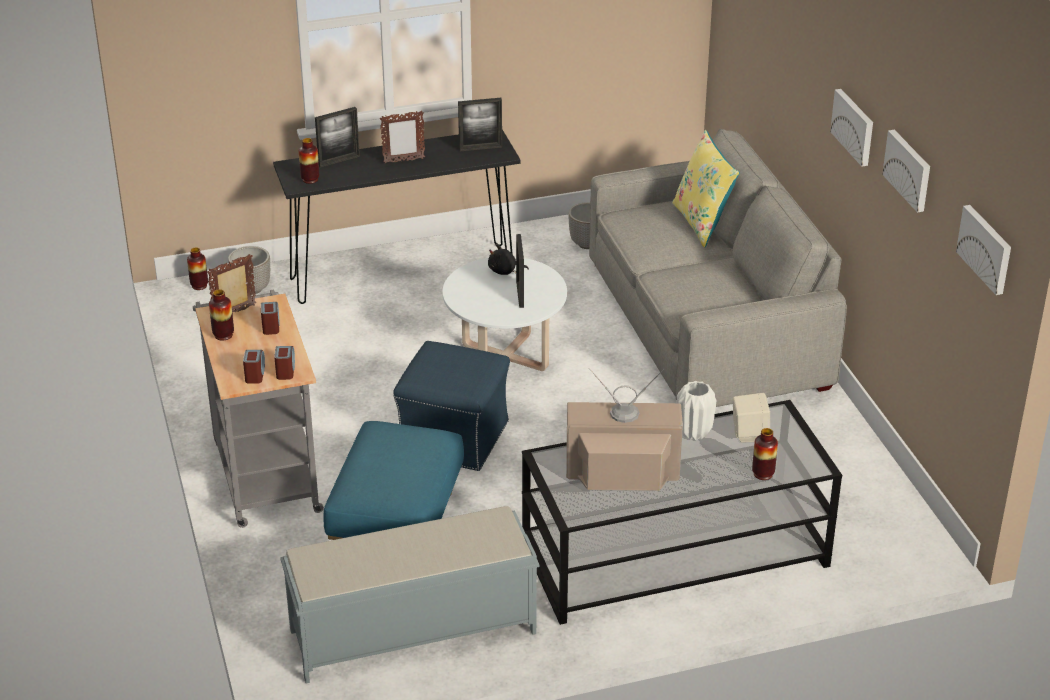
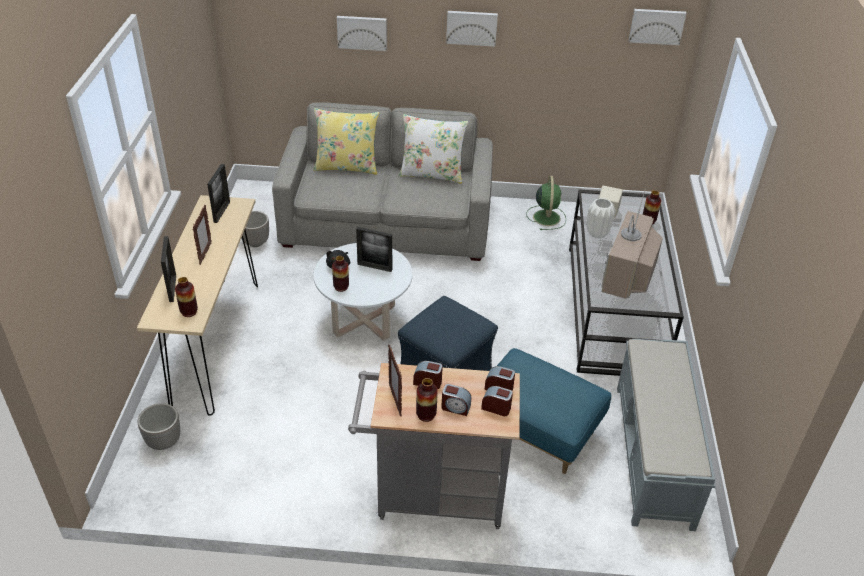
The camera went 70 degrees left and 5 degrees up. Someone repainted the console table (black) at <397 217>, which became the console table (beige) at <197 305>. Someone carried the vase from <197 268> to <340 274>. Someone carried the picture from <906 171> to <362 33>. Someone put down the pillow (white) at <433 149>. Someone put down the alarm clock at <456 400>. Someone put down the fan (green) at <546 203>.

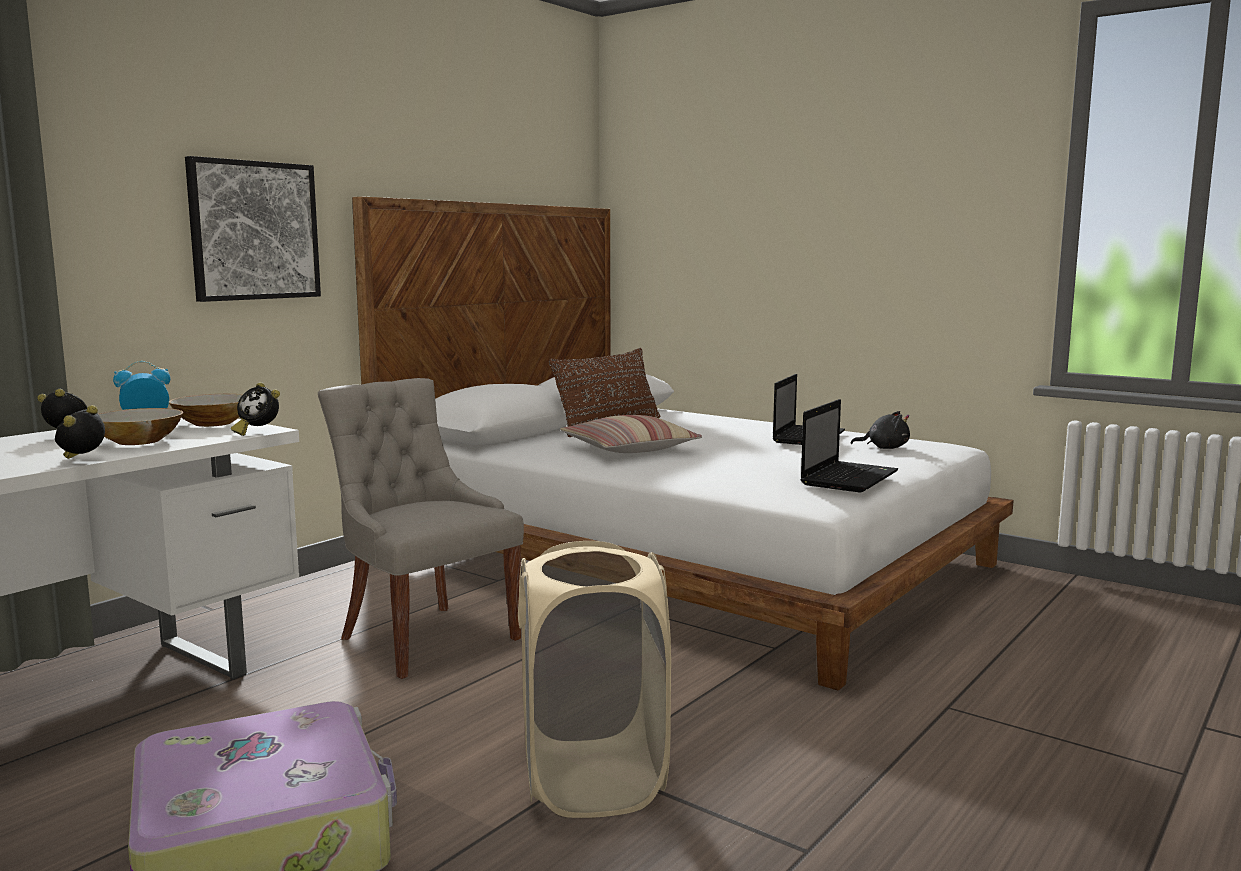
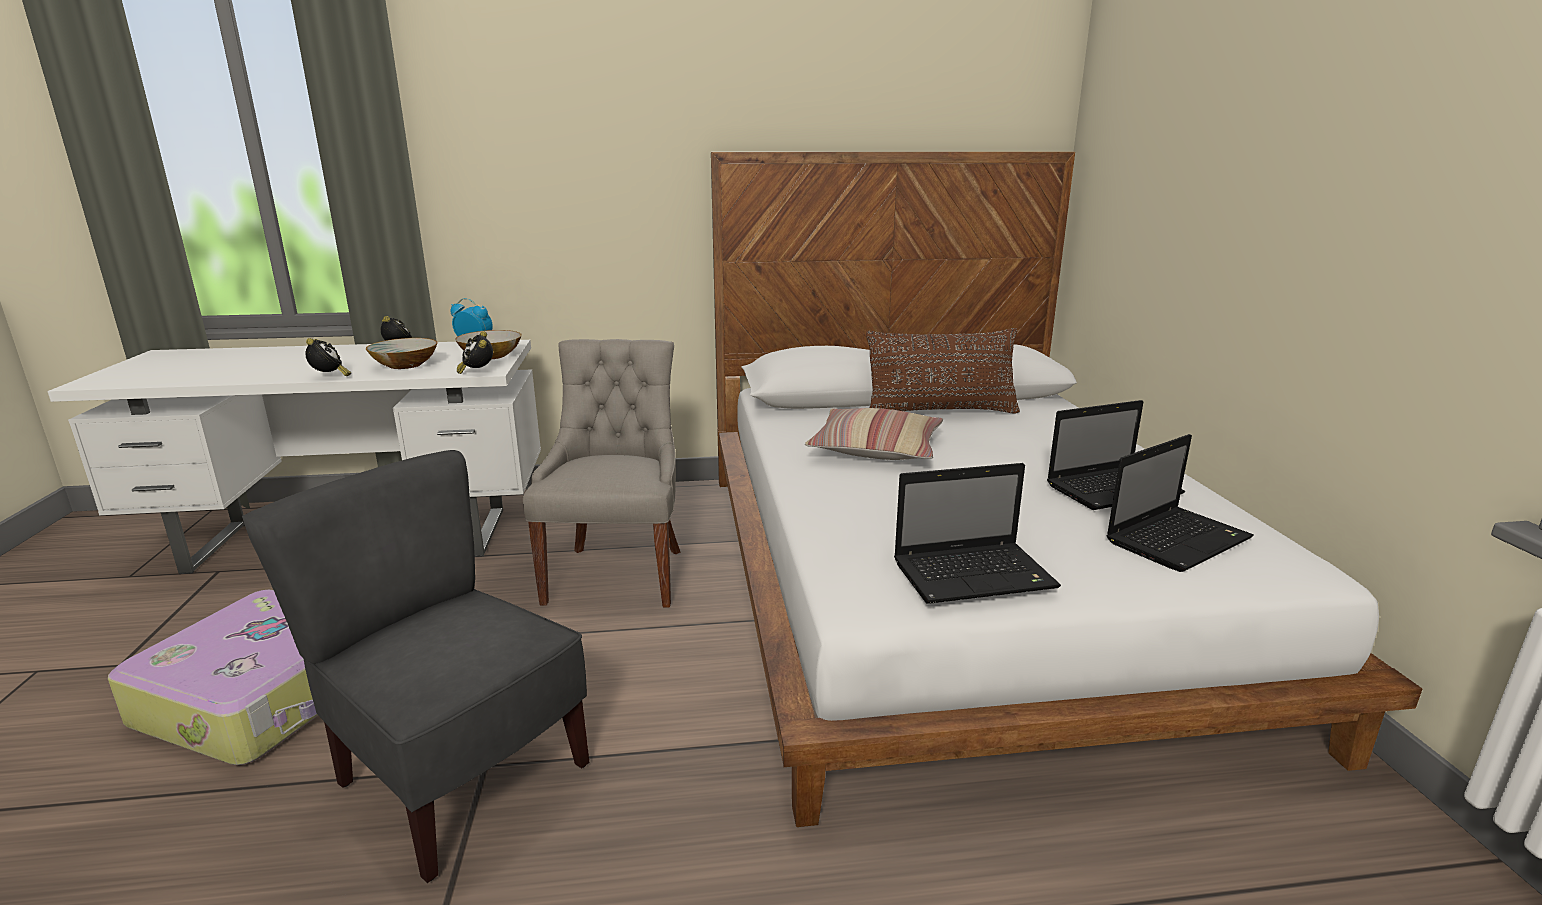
The camera went 45 degrees right and 10 degrees up. Someone swapped the laundry basket (beige) at <594 679> for the chair (grey) at <415 666>. Someone rotated the alarm clock at <80 432> by 90 degrees clockwise. Someone swapped the plush toy (black) at <880 430> for the laptop at <1180 503>. Someone took away the picture at <253 229>.

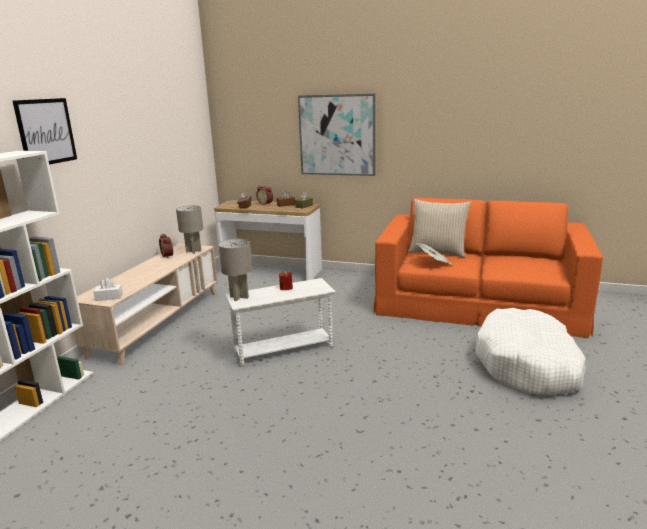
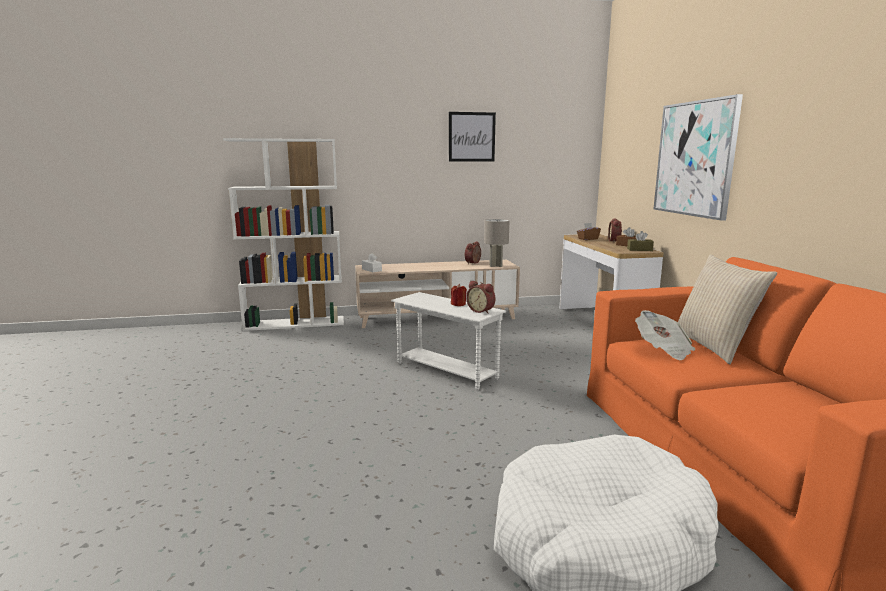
The camera went 60 degrees right and 5 degrees down. Someone carried the picture from <45 131> to <472 136>. Someone put down the alarm clock at <481 297>. Someone took away the table lamp (grey) at <235 270>.

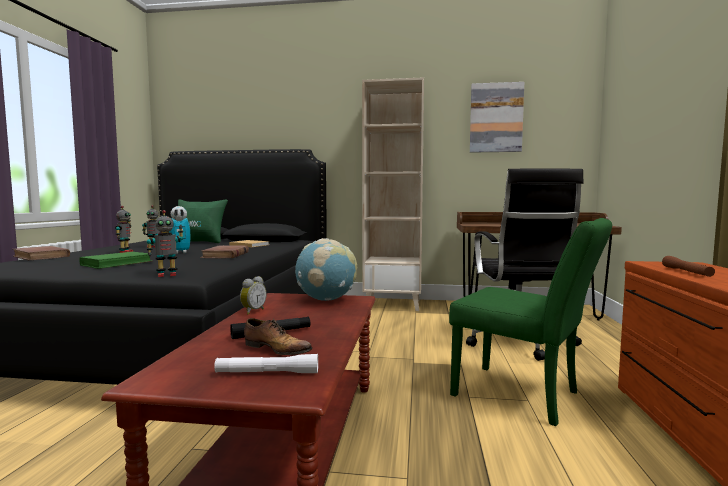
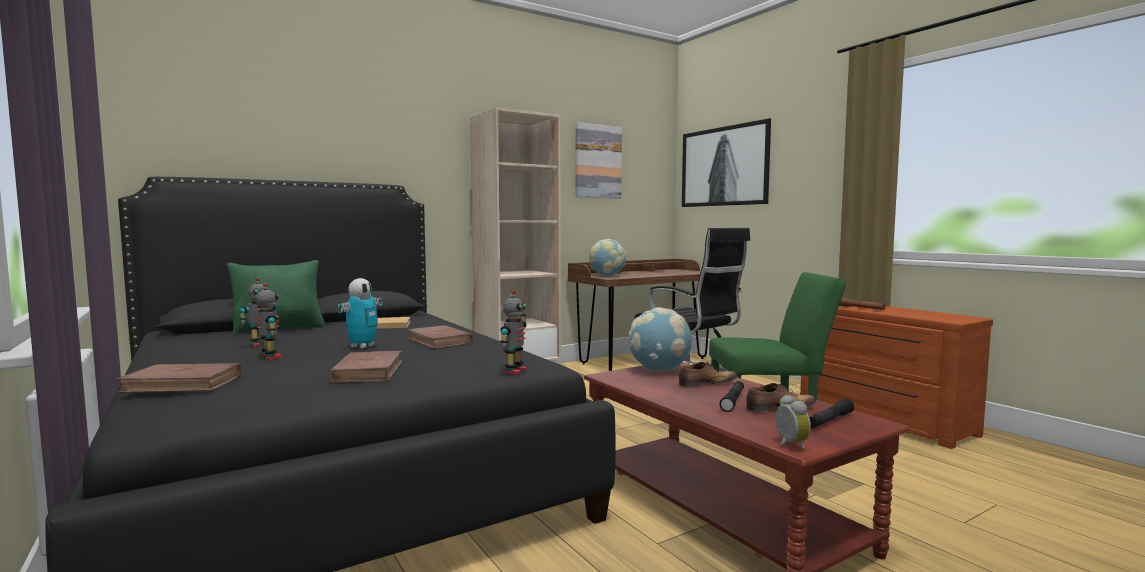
The camera went 40 degrees left and 0 degrees up. Someone repainted the book (green) at <116 260>, which became the book (brown) at <365 367>. Someone put down the globe at <607 257>. Someone put down the shoe at <708 374>. Someone put up the picture at <726 162>. Someone carried the alarm clock from <253 295> to <793 423>. Someone repainted the flashlight (white) at <266 363>, which became the flashlight (black) at <832 413>.

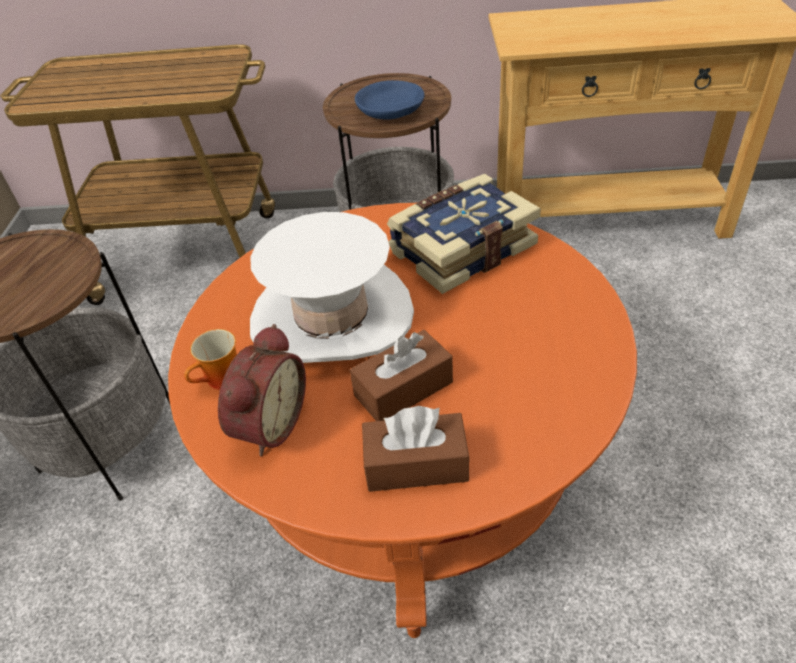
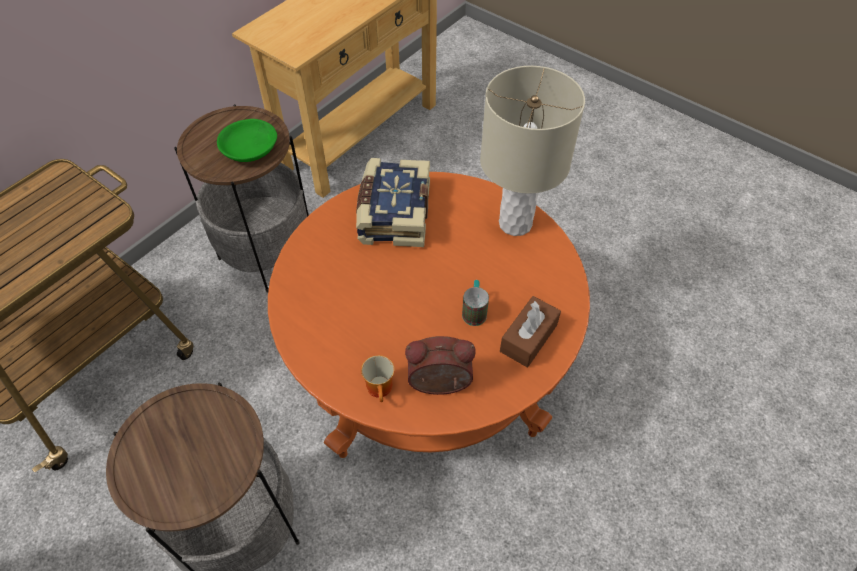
The camera went 55 degrees left and 10 degrees up. Someone repainted the bowl (blue) at <390 100>, which became the bowl (green) at <247 140>. Someone rotated the alarm clock at <262 390> by 60 degrees counterclockwise. Someone swapped the tissue box (brown) at <401 375> for the mug at <475 303>. Someone put down the table lamp (beige) at <532 151>. Someone took away the hat (white) at <332 287>.

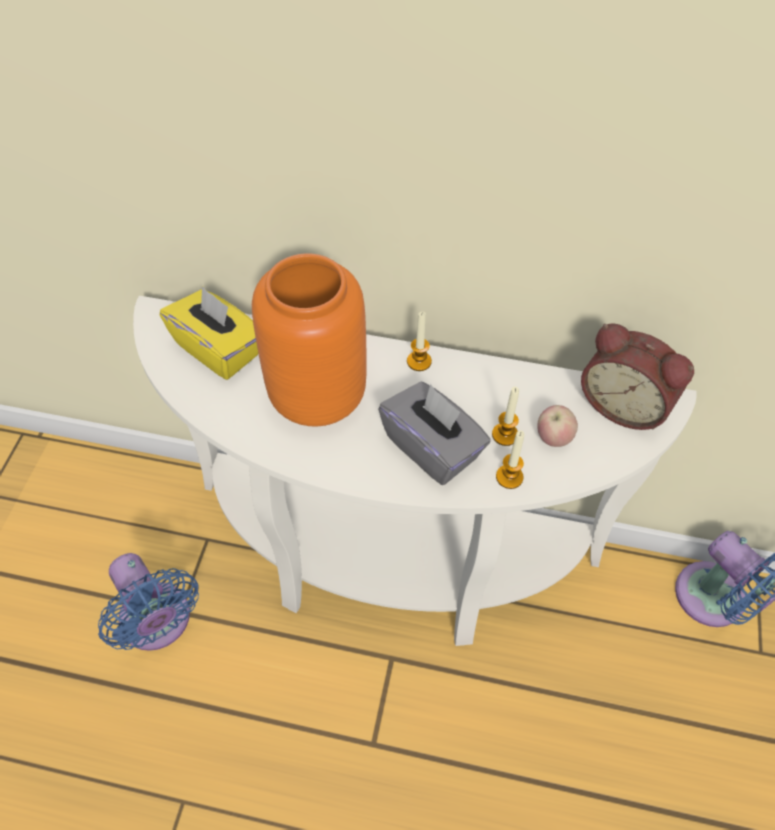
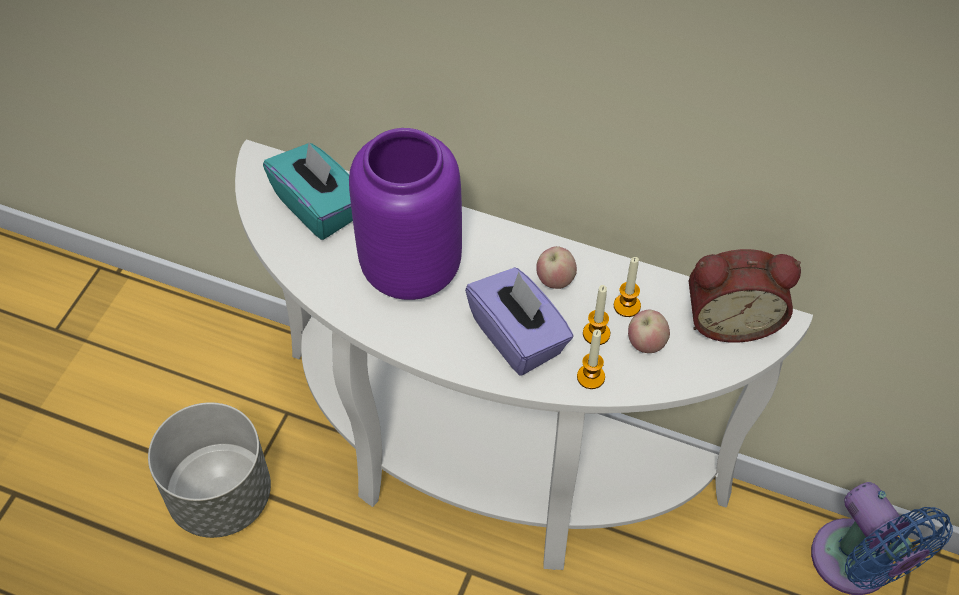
The camera went 10 degrees right and 0 degrees up. Someone swapped the fan (blue) at <148 602> for the planter (grey) at <209 470>. Someone repainted the tissue box (yellow) at <209 333>, which became the tissue box (turquoise) at <308 191>. Someone repainted the vase (orange) at <309 340>, which became the vase (purple) at <405 214>. Someone repainted the tissue box (grey) at <434 433>, which became the tissue box (purple) at <519 321>. Someone put down the apple at <556 267>. Someone carried the candle from <419 341> to <627 287>. Someone rotated the alarm clock at <637 376> by 45 degrees counterclockwise.

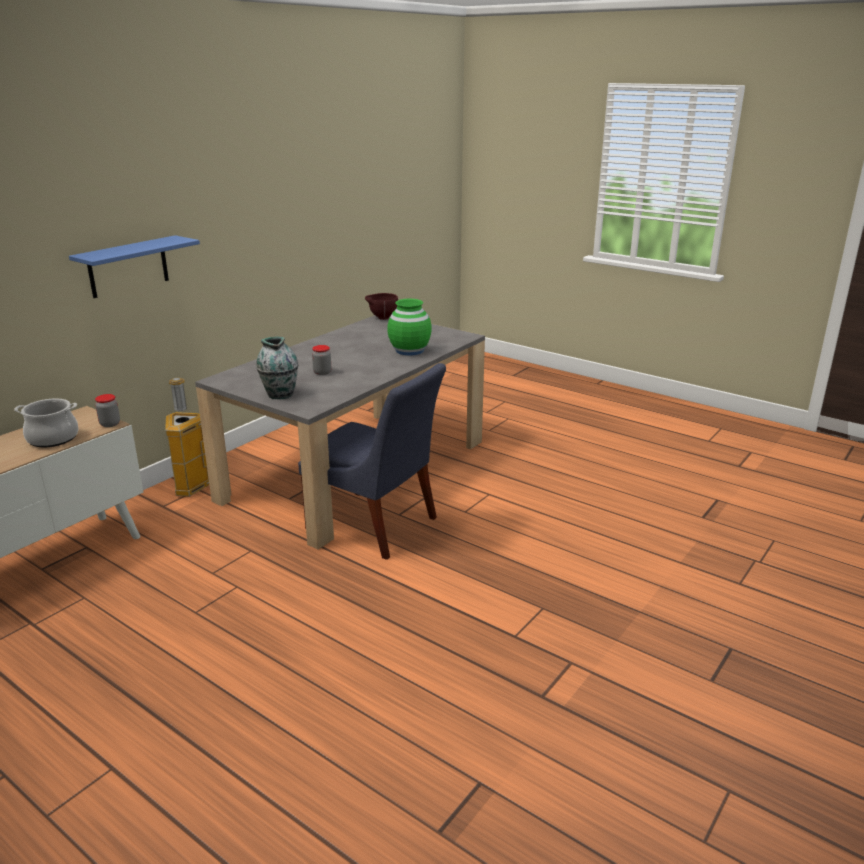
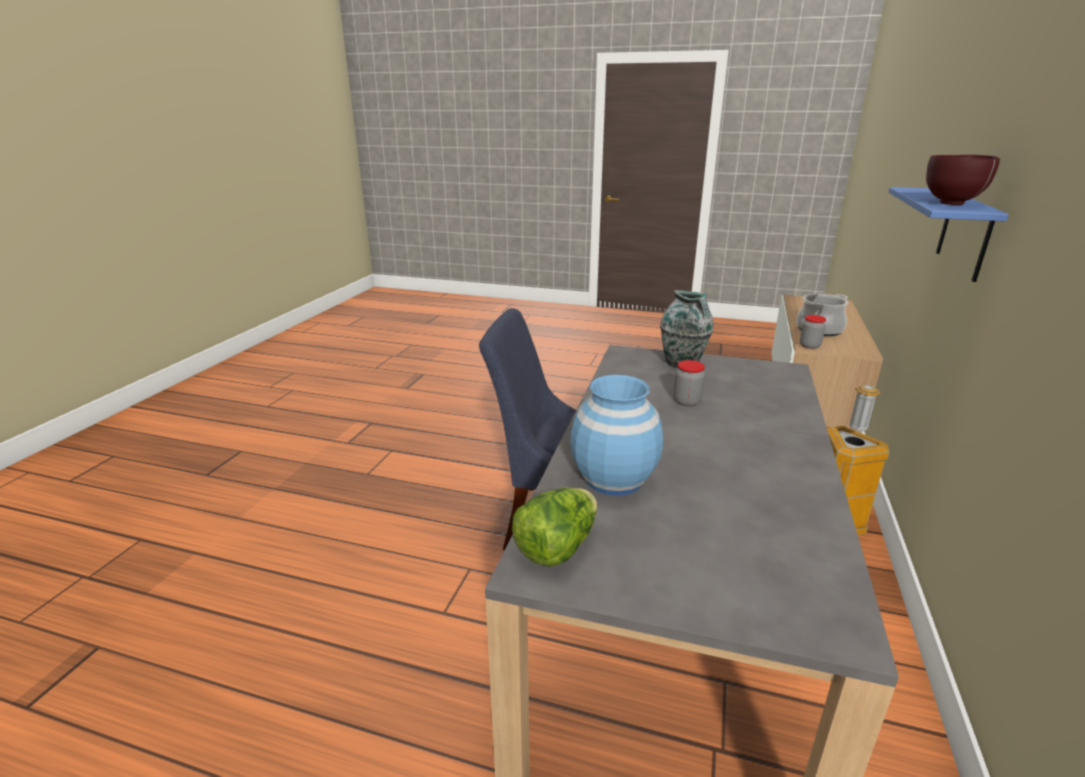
The camera went 160 degrees right and 0 degrees up. Someone put down the lettuce at <554 527>. Someone repainted the vase (green) at <409 327>, which became the vase (blue) at <616 435>. Someone carried the bowl (brown) from <381 306> to <963 180>.

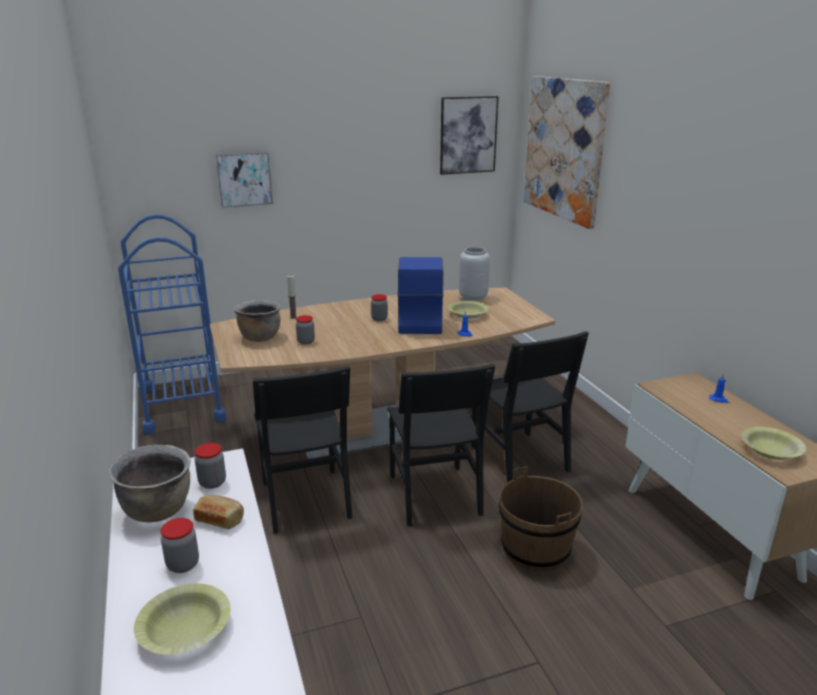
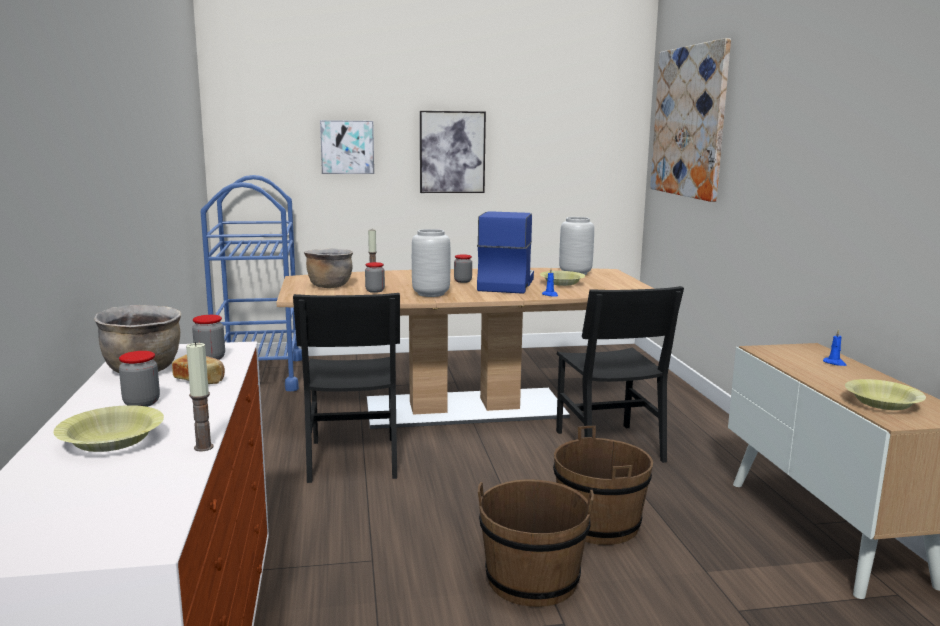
The camera went 10 degrees right and 10 degrees down. Someone put down the candle at <199 396>. Someone put down the vase (grey) at <431 263>. Someone carried the picture from <469 135> to <453 152>. Someone put down the bucket (brown) at <536 543>. Someone took away the chair (black) at <441 445>.

